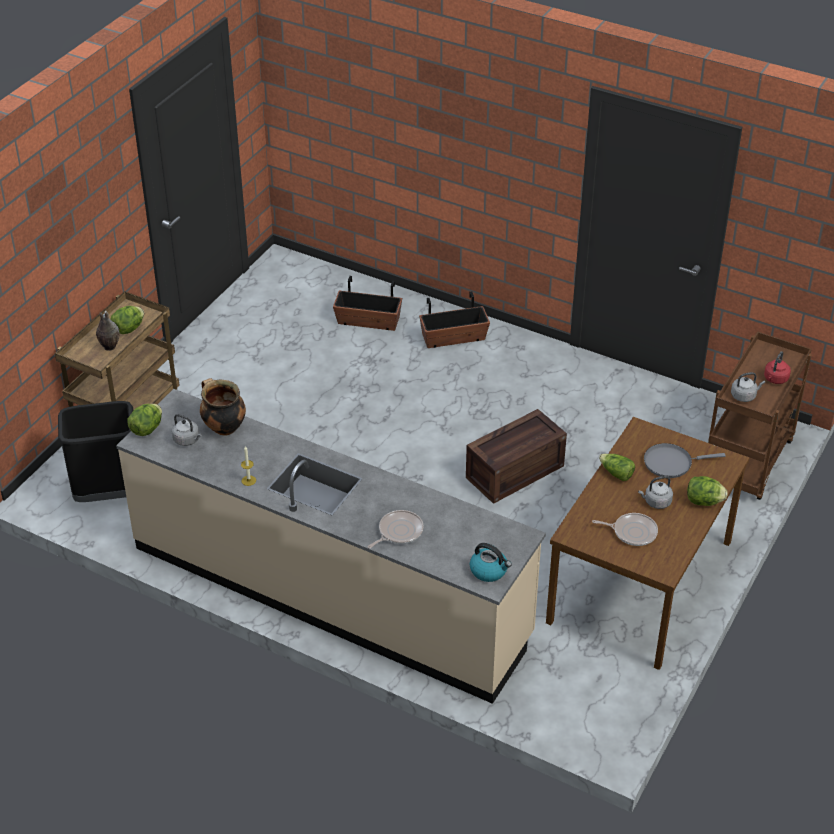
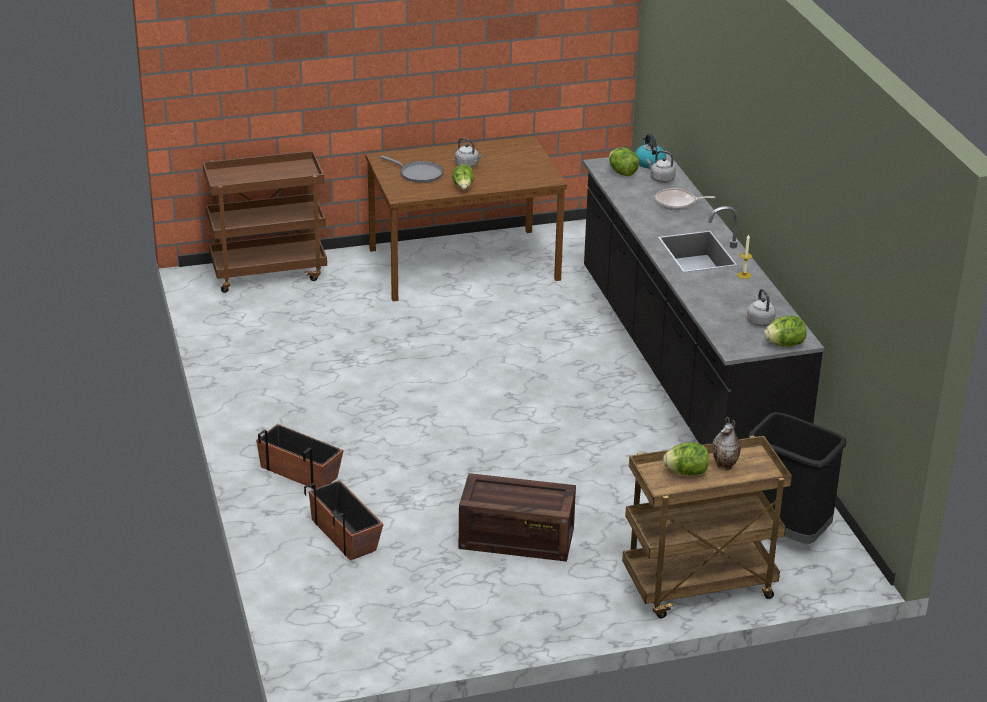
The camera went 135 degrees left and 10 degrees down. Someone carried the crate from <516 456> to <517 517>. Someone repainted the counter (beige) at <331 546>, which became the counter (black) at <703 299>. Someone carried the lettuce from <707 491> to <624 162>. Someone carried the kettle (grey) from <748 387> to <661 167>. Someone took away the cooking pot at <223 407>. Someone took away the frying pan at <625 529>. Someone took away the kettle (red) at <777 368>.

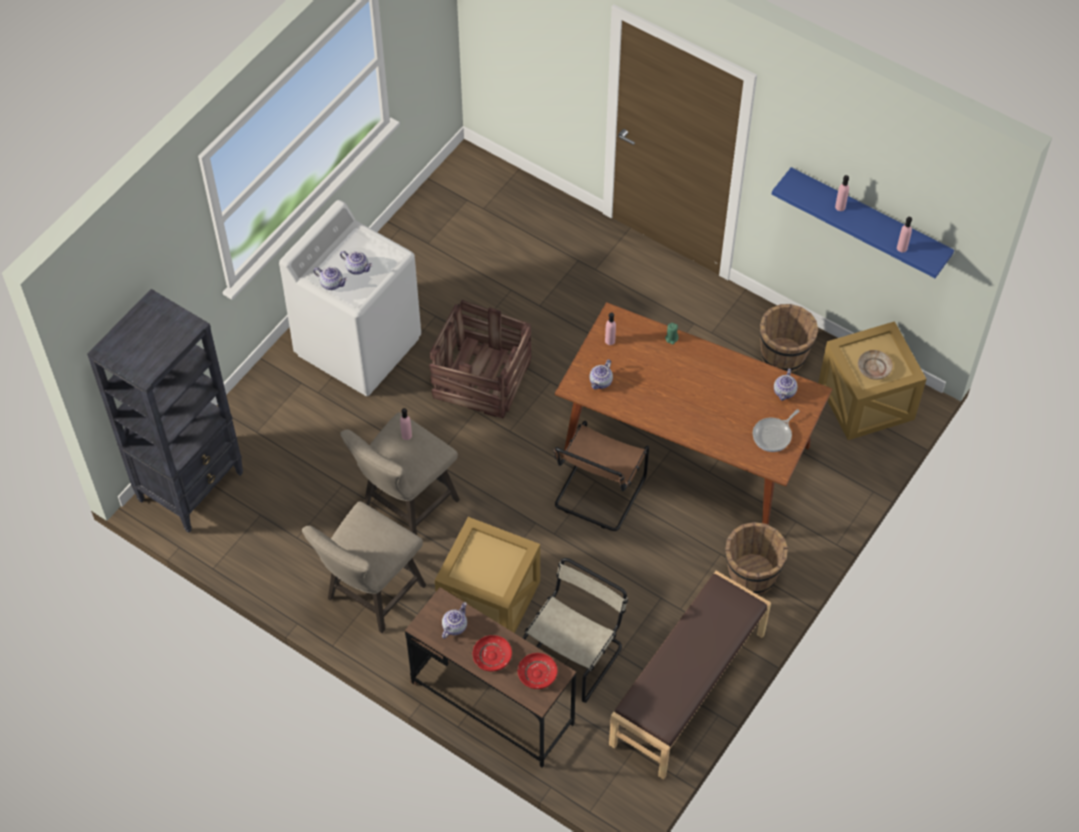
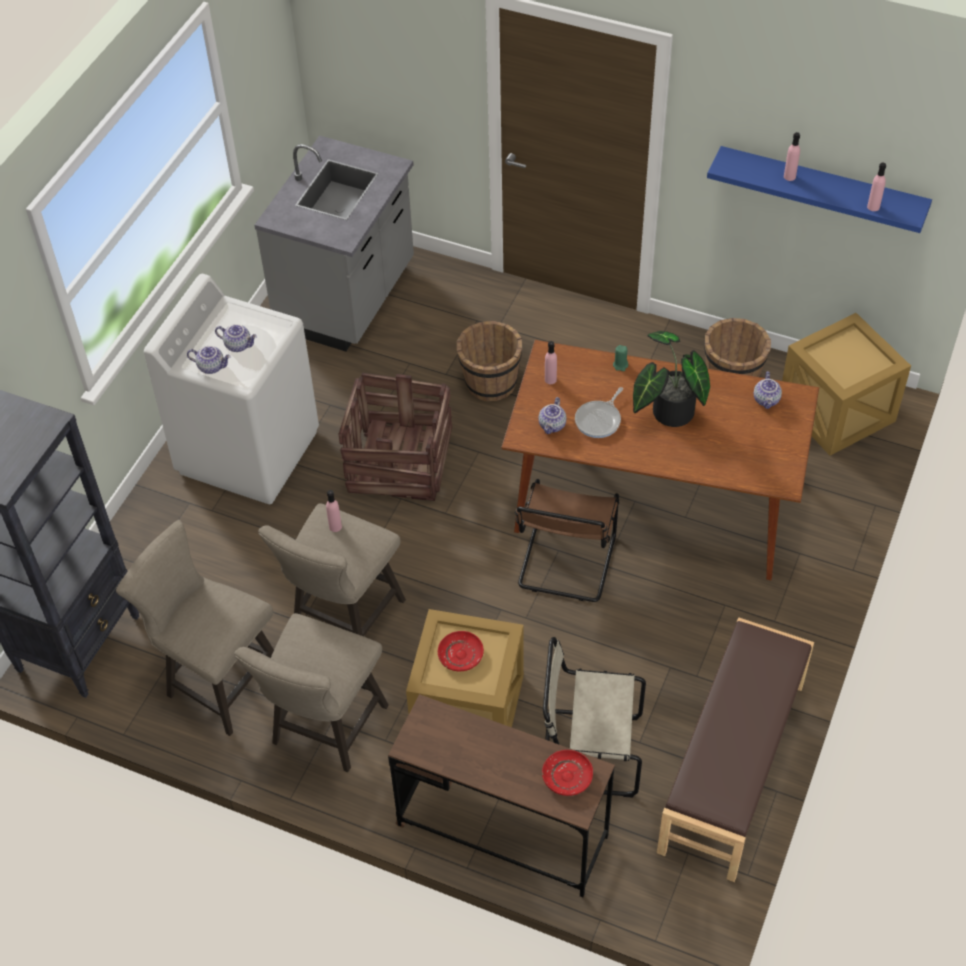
The camera went 10 degrees left and 5 degrees down. Someone put down the stool (beige) at <195 628>. Someone put down the counter (grey) at <334 243>. Someone carried the plate (red) from <492 653> to <461 651>. Someone carried the bucket (brown) from <756 558> to <489 361>. Someone rotated the chair (beige) at <575 630> by 105 degrees counterclockwise. Someone carried the frying pan from <776 430> to <599 412>. Someone put down the potted plant at <671 379>. Someone took away the teapot at <454 620>. Someone took away the plate (beige) at <875 365>.

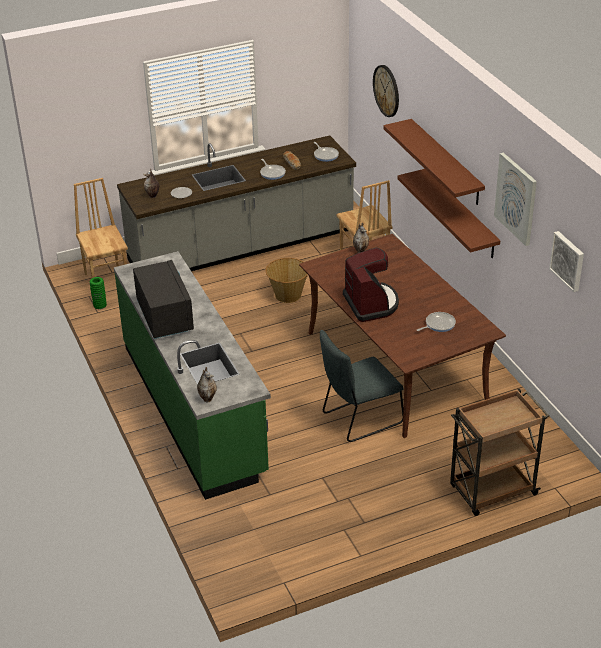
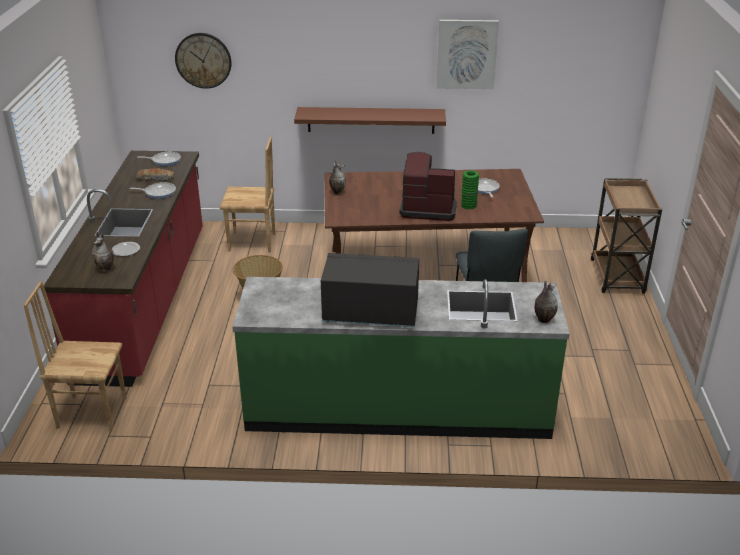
The camera went 65 degrees left and 5 degrees down. Someone repainted the counter (grey) at <236 203>, which became the counter (red) at <123 269>. Someone carried the vase (green) from <98 293> to <470 190>. Someone took away the shelf (brown) at <434 162>. Someone took away the picture at <566 261>.

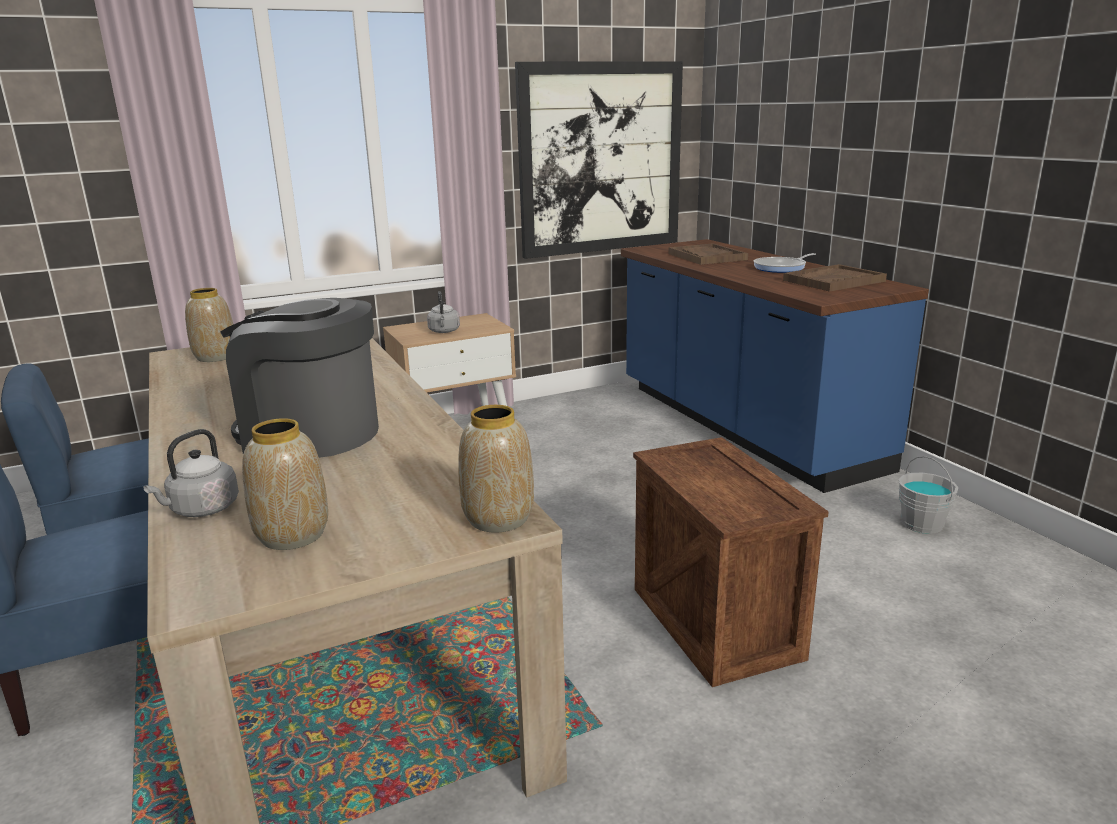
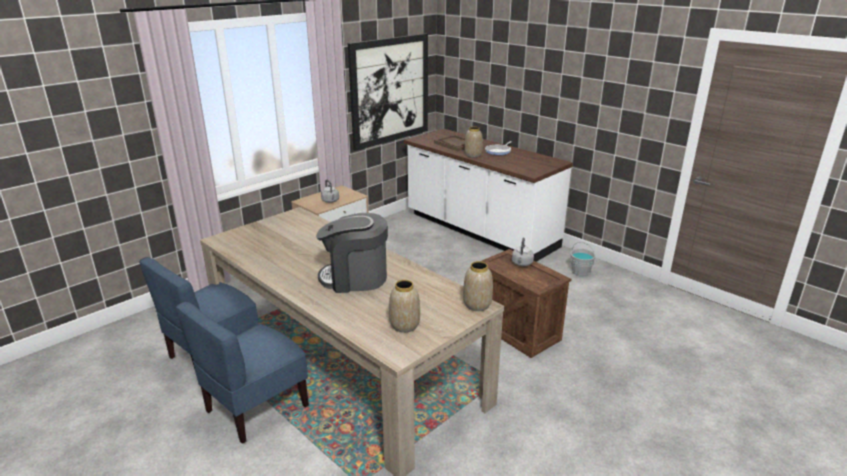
The camera went 20 degrees left and 5 degrees up. Someone repainted the counter (blue) at <775 366>, which became the counter (white) at <488 195>. Someone carried the vase from <209 325> to <473 142>. Someone carried the kettle (grey) from <191 473> to <523 252>. Someone took away the tray (brown) at <835 278>.

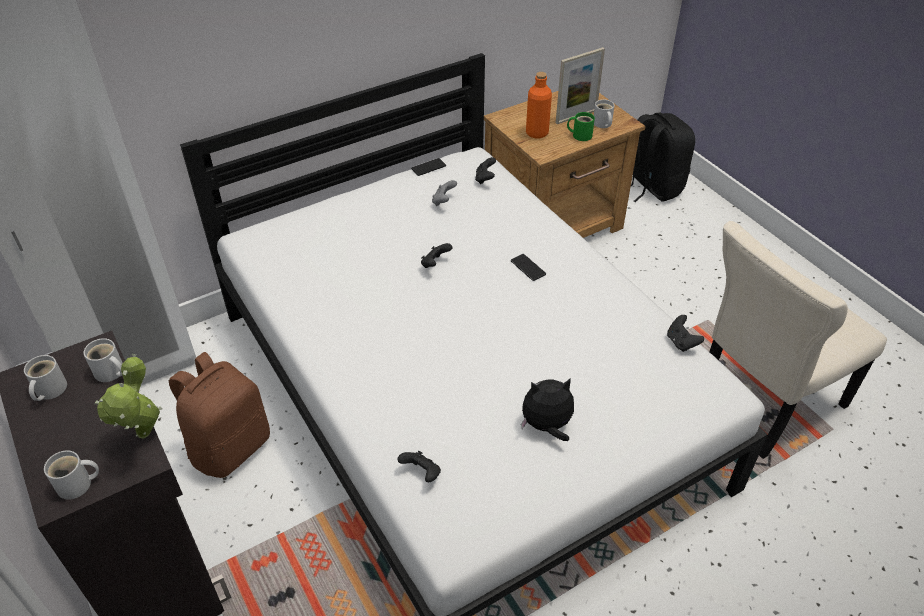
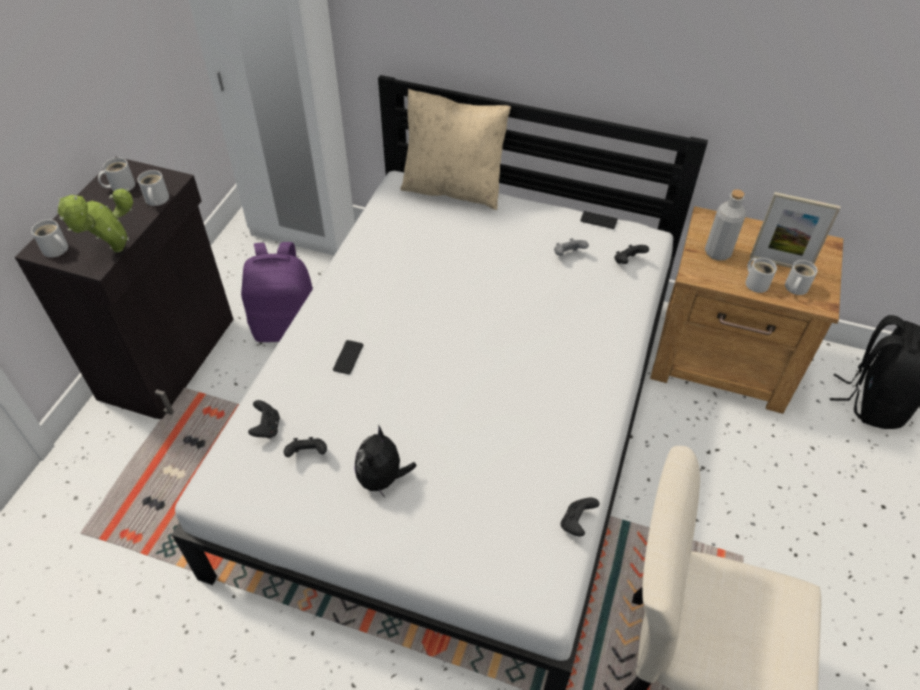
The camera went 50 degrees right and 5 degrees up. Someone repainted the backpack (brown) at <219 415>, which became the backpack (purple) at <277 292>. Someone carried the game controller (black) from <436 255> to <305 447>. Someone carried the phone from <528 267> to <348 357>. Someone rotated the plush toy at <547 409> by 120 degrees counterclockwise. Someone put down the pillow (beige) at <455 149>. Someone repainted the bottle (orange) at <539 105>, which became the bottle (grey) at <725 225>. Someone repainted the mug (green) at <581 126>, which became the mug (white) at <761 275>.

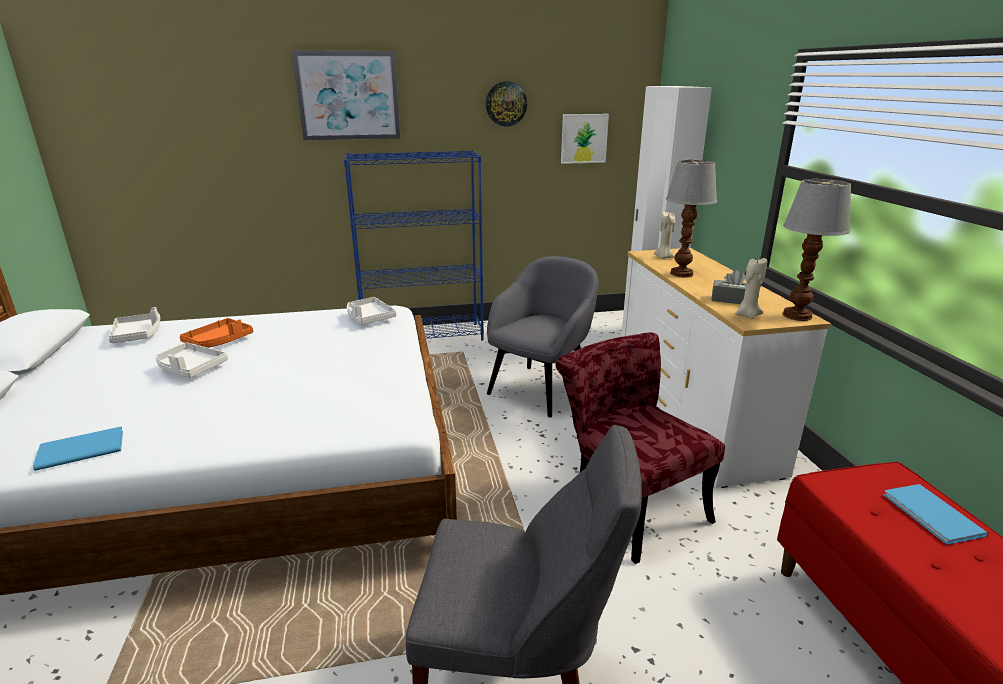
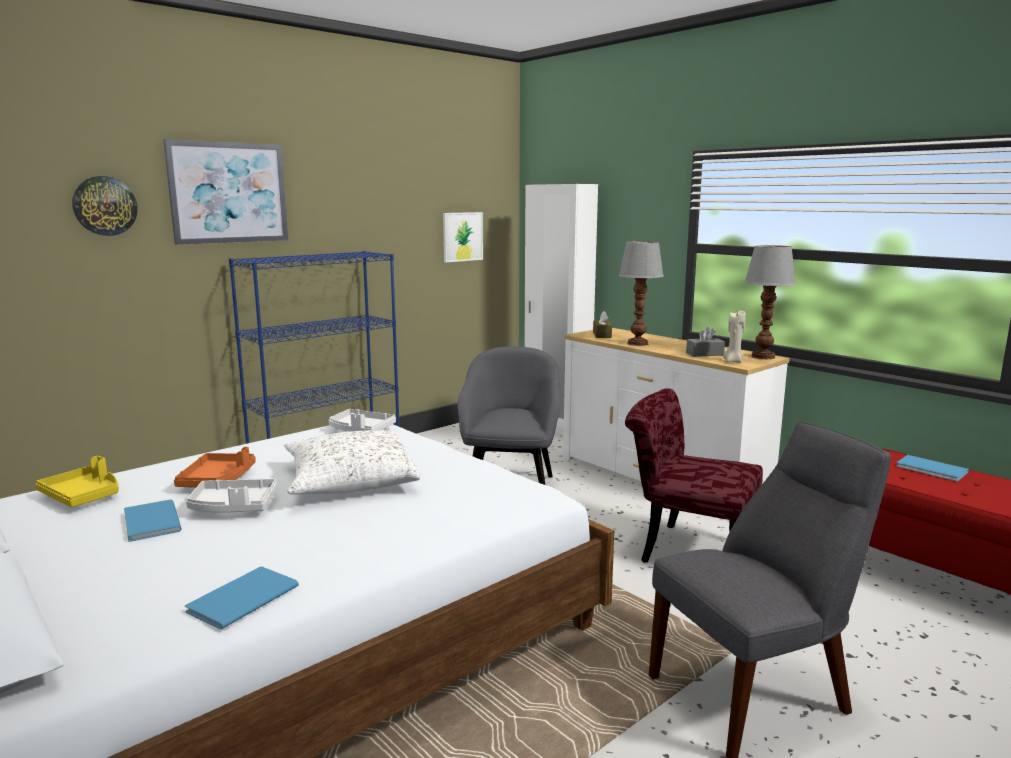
The camera went 30 degrees left and 10 degrees down. Someone repainted the tray (white) at <134 325>, which became the tray (yellow) at <77 481>. Someone carried the wall clock from <506 103> to <105 206>. Someone put down the book (blue) at <153 520>. Someone put down the pillow (white) at <352 462>. Someone swapped the candle (beige) at <664 235> for the tissue box (brown) at <602 324>.

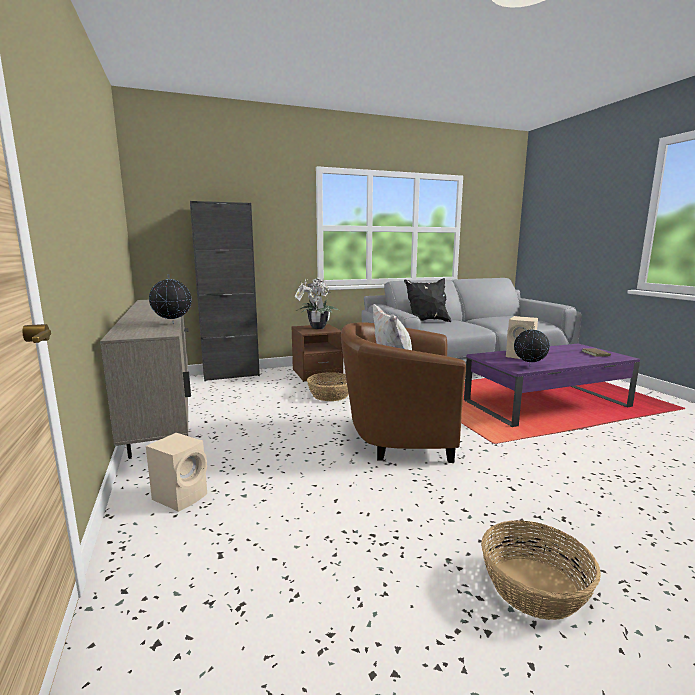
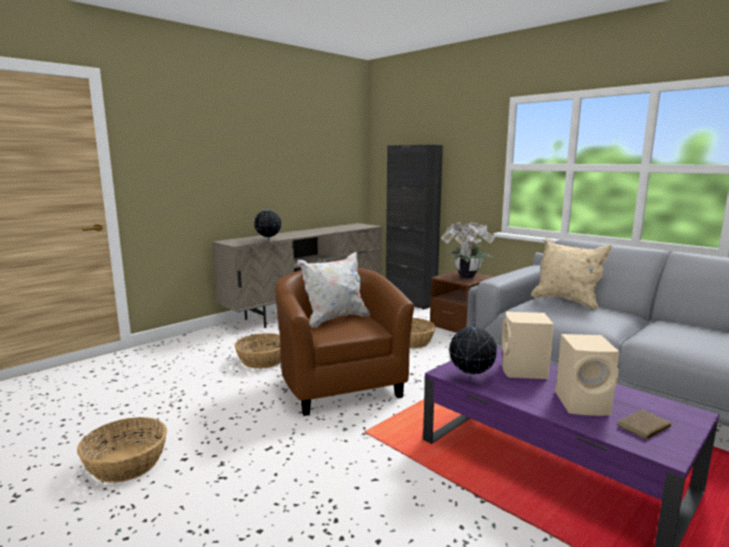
The camera went 65 degrees right and 0 degrees up. Someone put down the basket at <257 351>. Someone repainted the pillow (black) at <427 300>, which became the pillow (beige) at <571 274>. Someone carried the speaker (beige) from <176 472> to <587 375>.

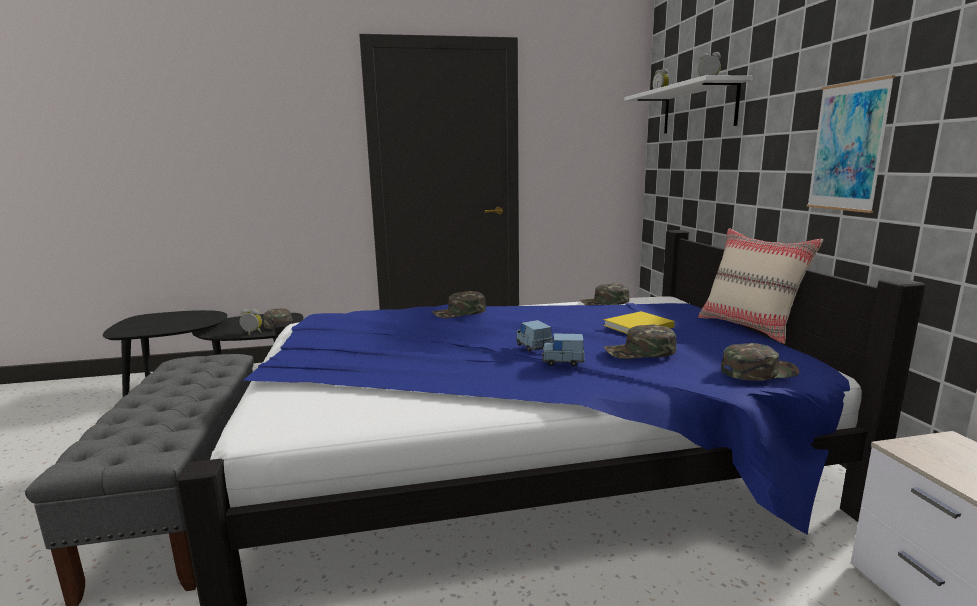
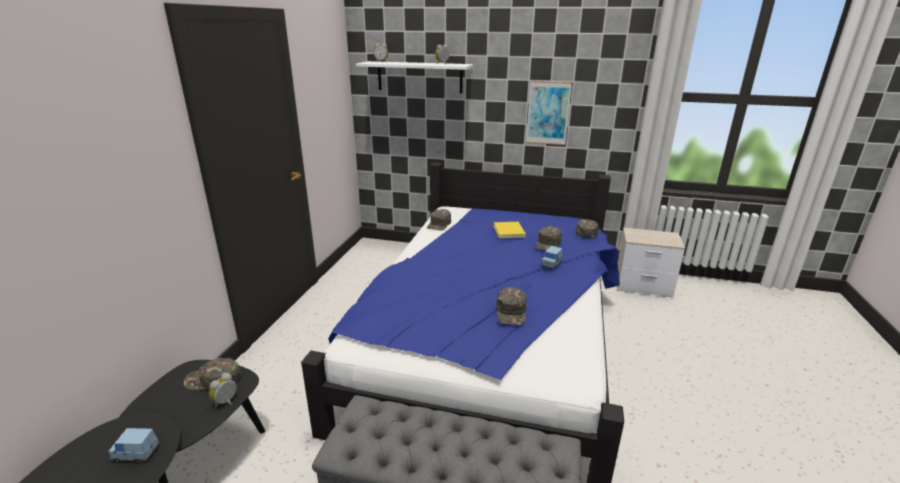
The camera went 65 degrees left and 10 degrees up. Someone carried the toy car (blue) from <534 336> to <134 445>. Someone carried the cap (green) from <459 304> to <511 306>. Someone took away the pillow (beige) at <760 286>.

